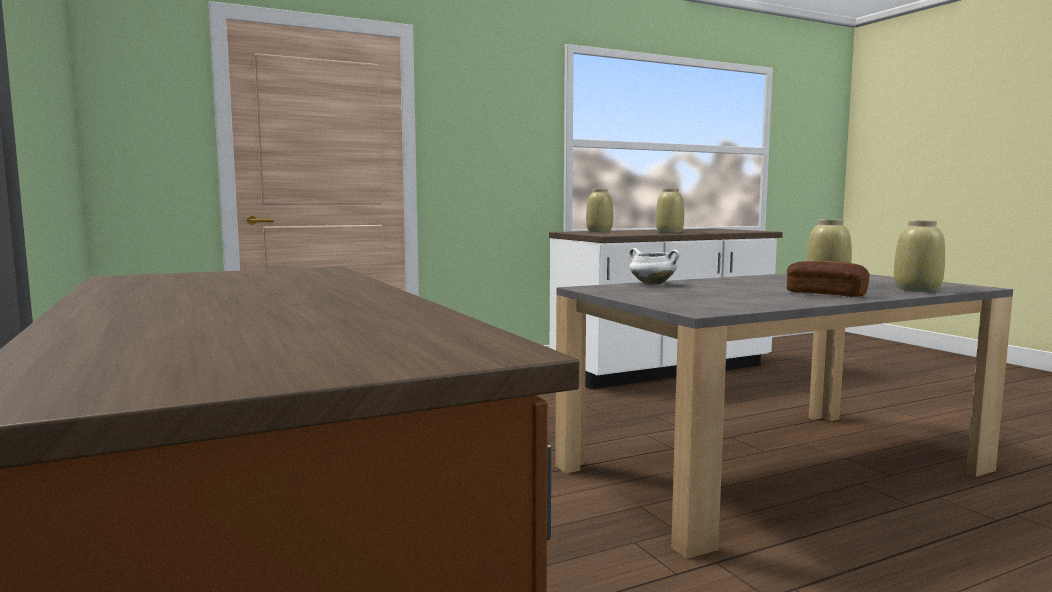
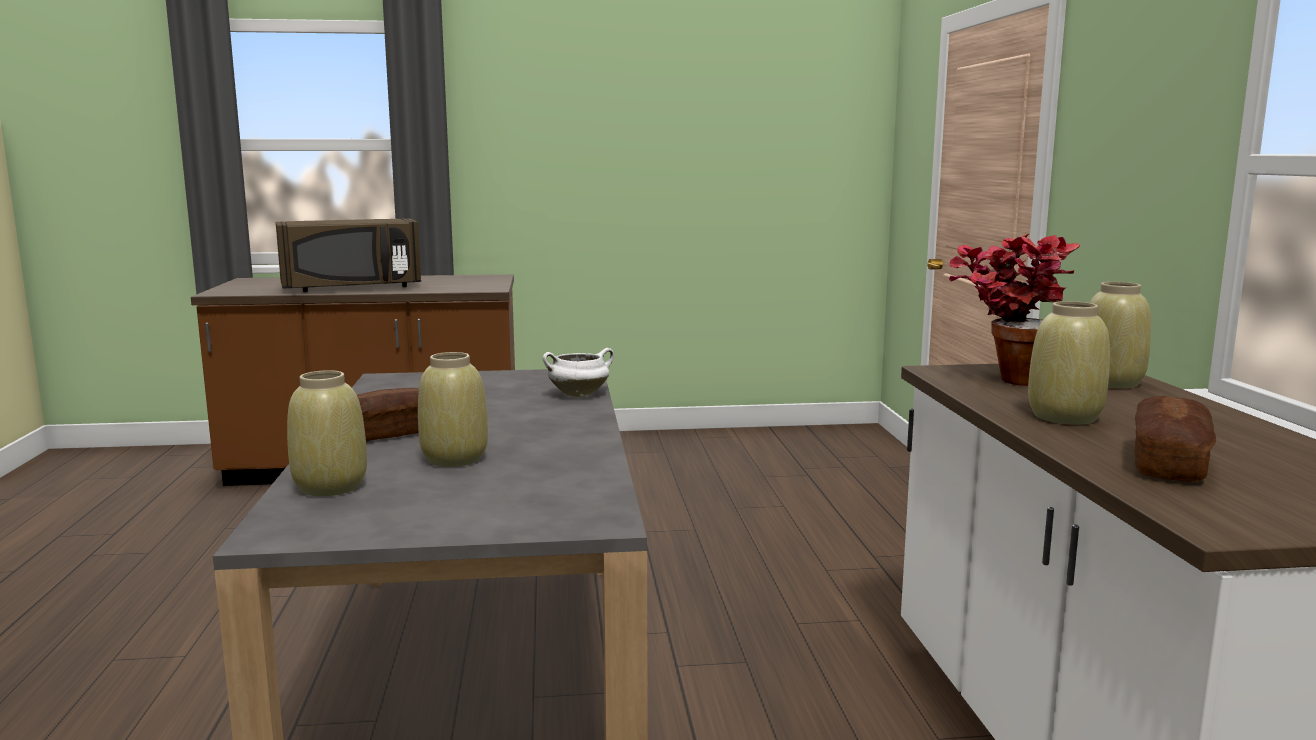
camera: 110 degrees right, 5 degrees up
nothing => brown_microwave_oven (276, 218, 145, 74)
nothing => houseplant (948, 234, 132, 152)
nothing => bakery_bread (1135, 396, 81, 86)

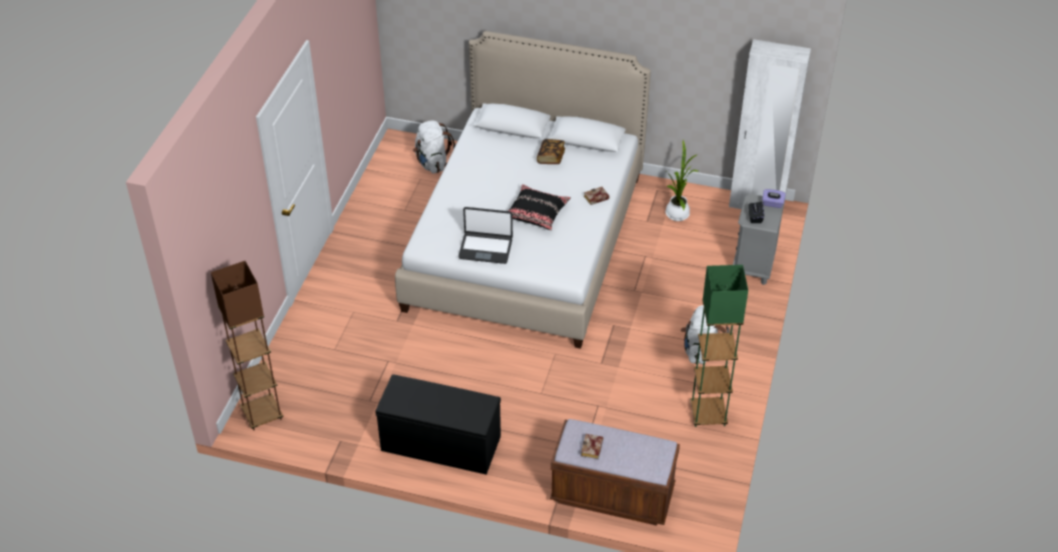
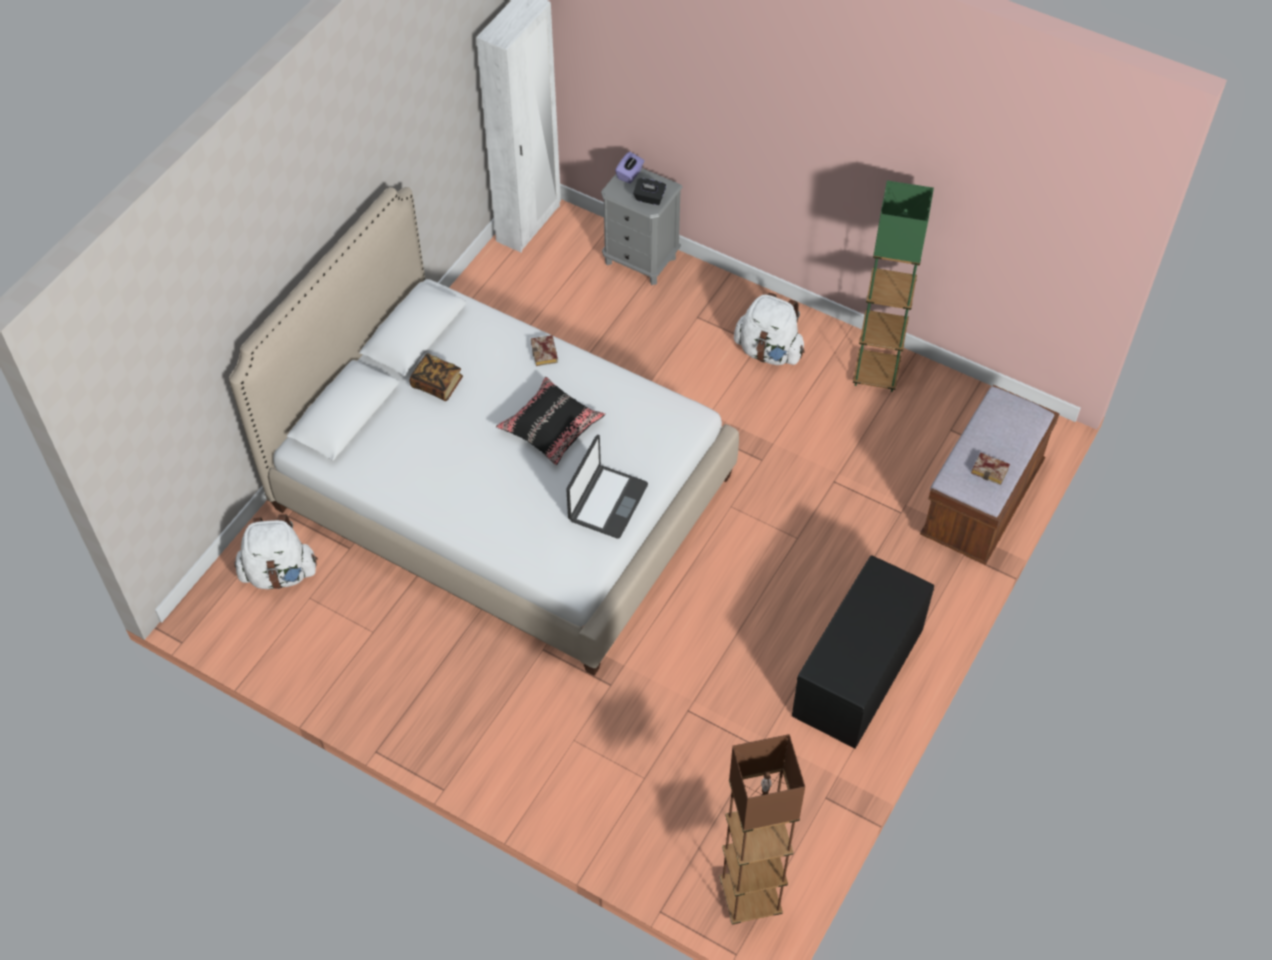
camera: 75 degrees left, 10 degrees up
houseplant (665, 141, 33, 80) => nothing

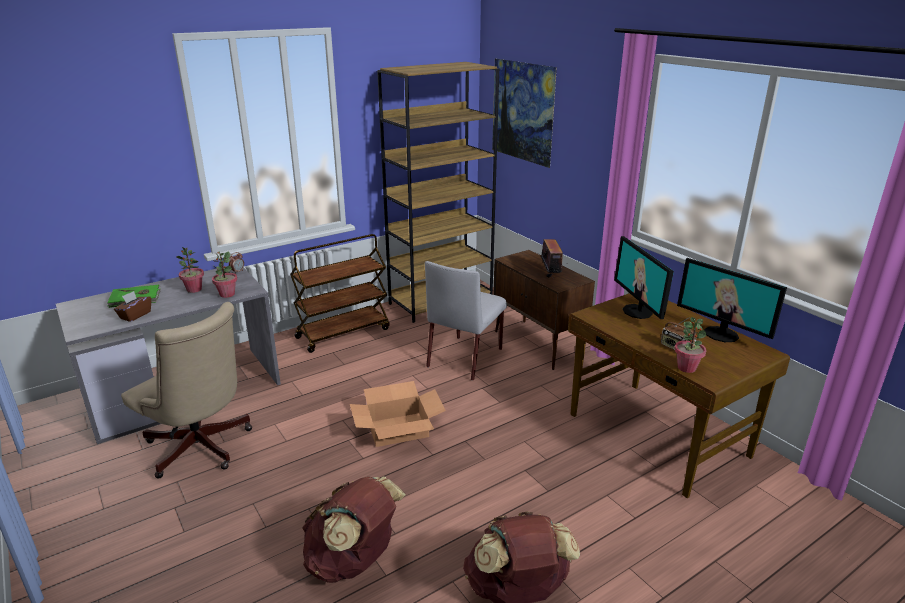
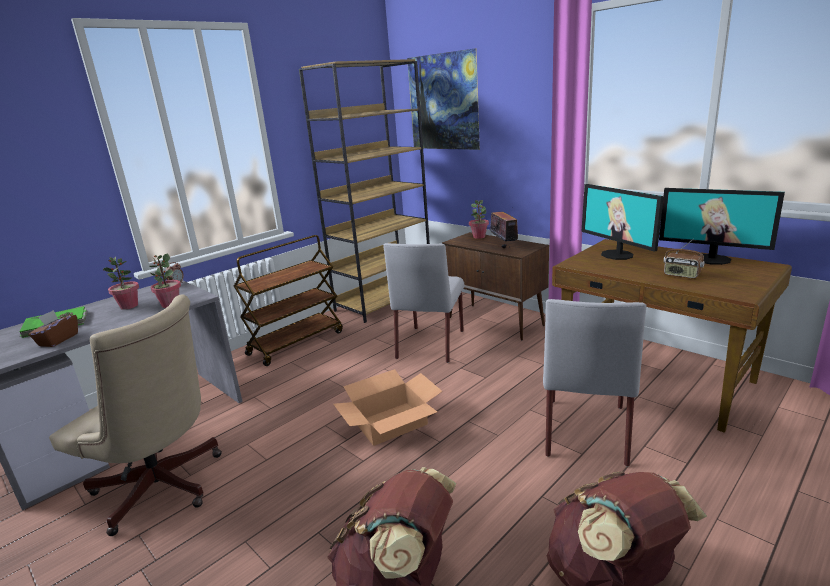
camera: 10 degrees left, 5 degrees down
houseplant (674, 317, 33, 56) => houseplant (469, 200, 20, 39), move
nothing => greyish_chair (543, 299, 103, 168)

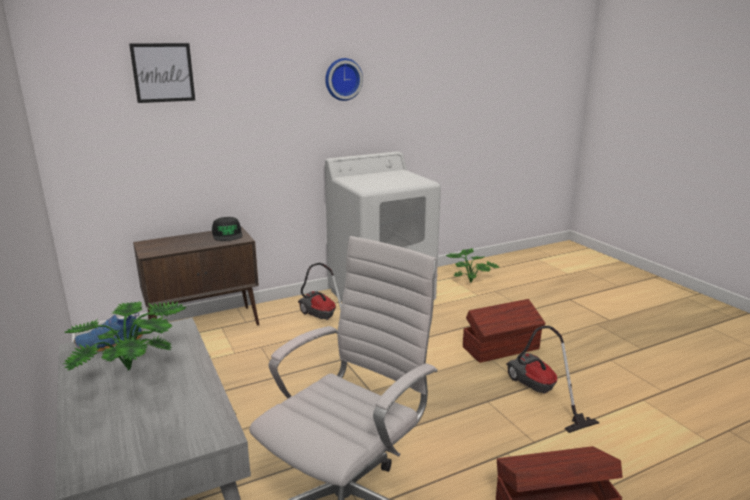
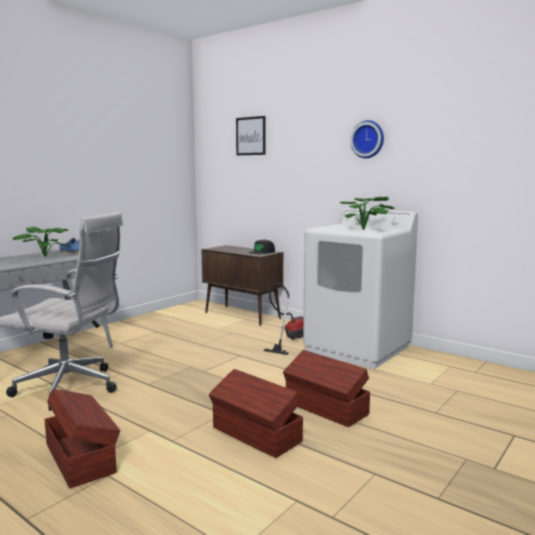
camera: 65 degrees right, 10 degrees down
vacuum_cleaner (506, 326, 93, 107) => brown_storage_container (209, 369, 94, 89)
houseplant (446, 248, 54, 35) => houseplant (340, 197, 55, 33), move

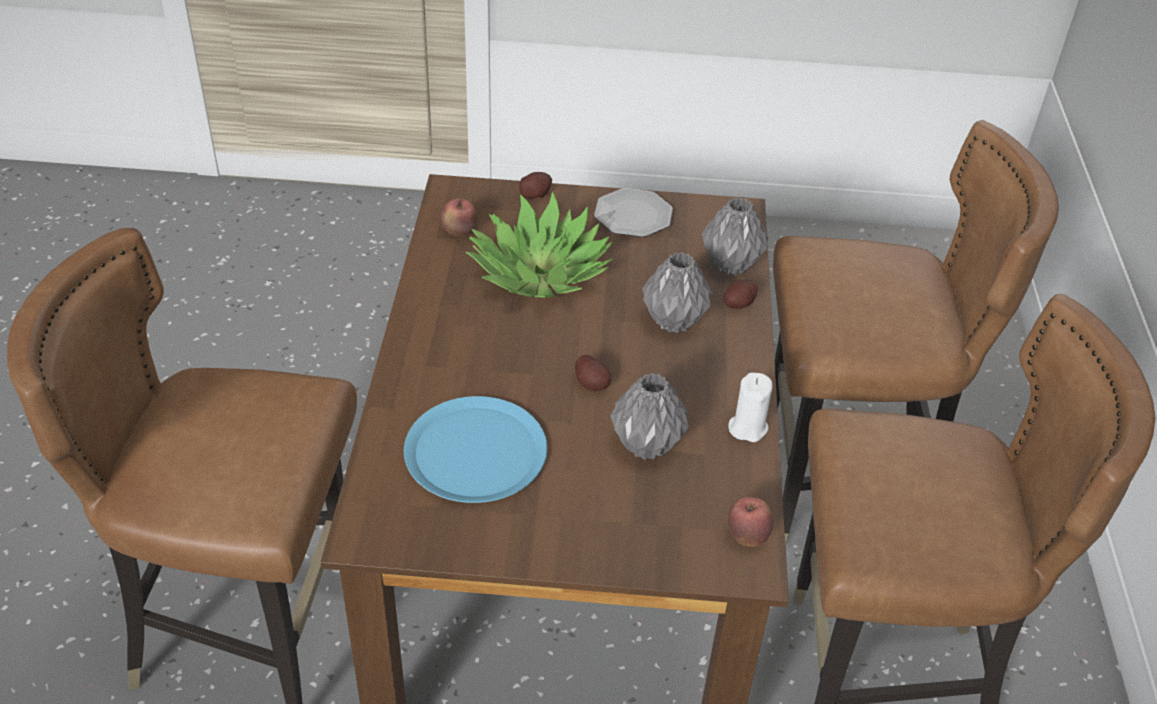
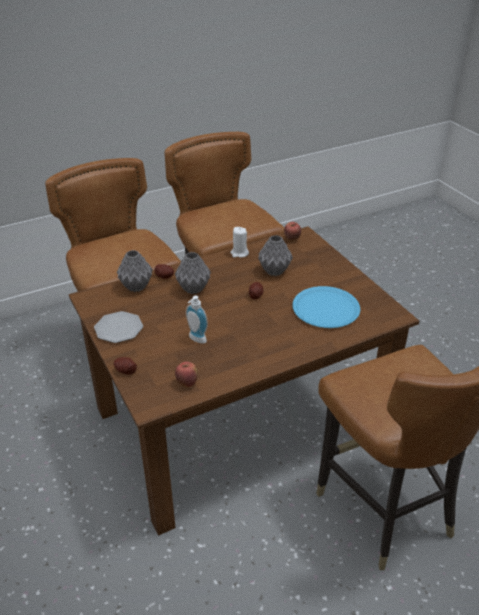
camera: 120 degrees left, 5 degrees down
houseplant (466, 191, 146, 106) => soap_dispenser (186, 296, 22, 48)

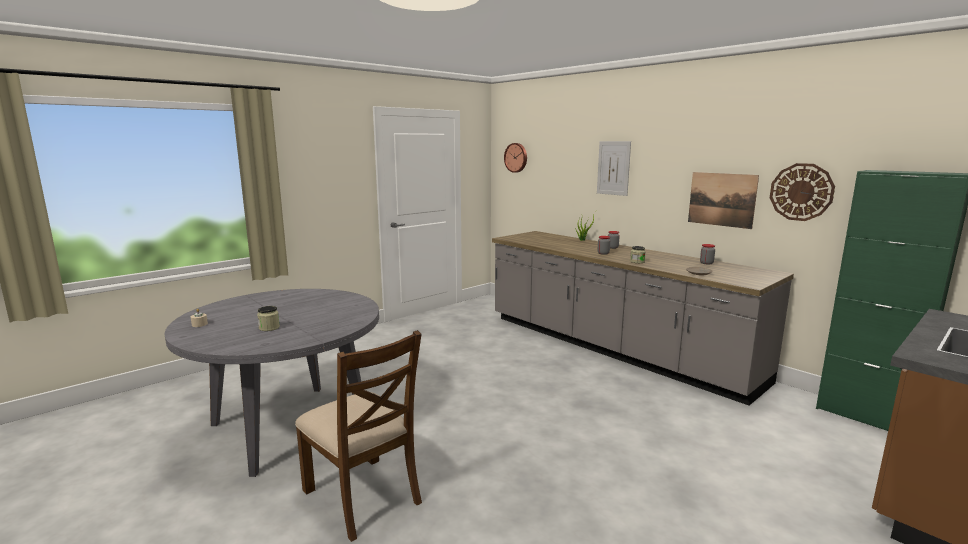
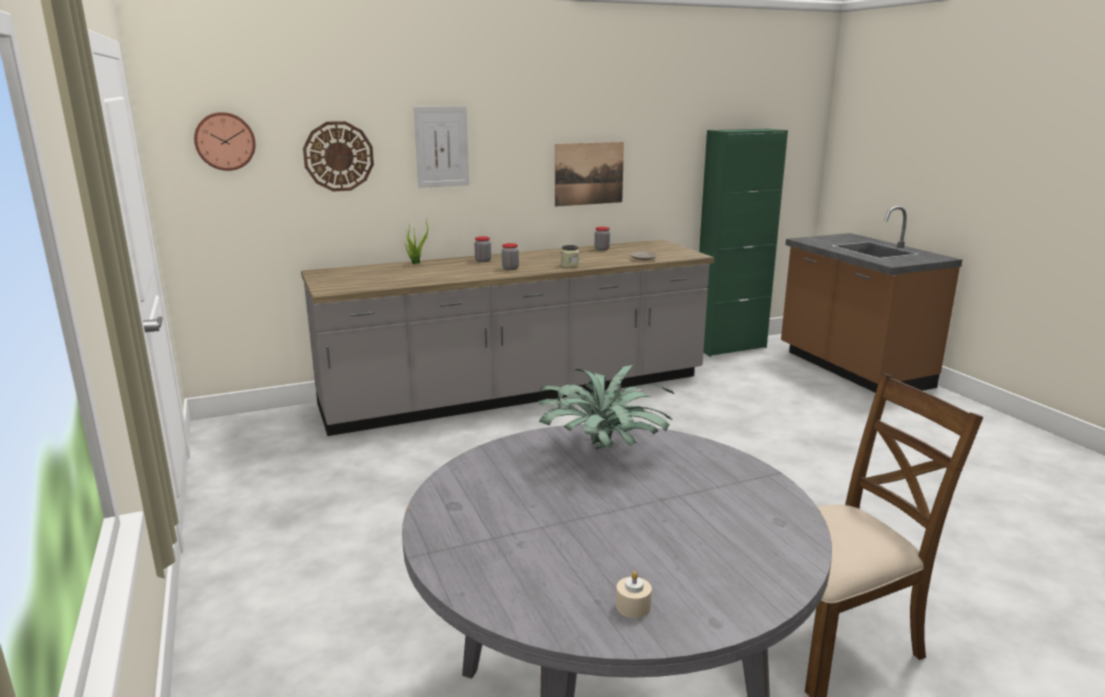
camera: 70 degrees left, 5 degrees up
hanging_clock (770, 163, 65, 58) => hanging_clock (303, 121, 71, 70), move
nothing => houseplant (538, 365, 136, 84)
storage_jar (257, 306, 23, 25) => nothing

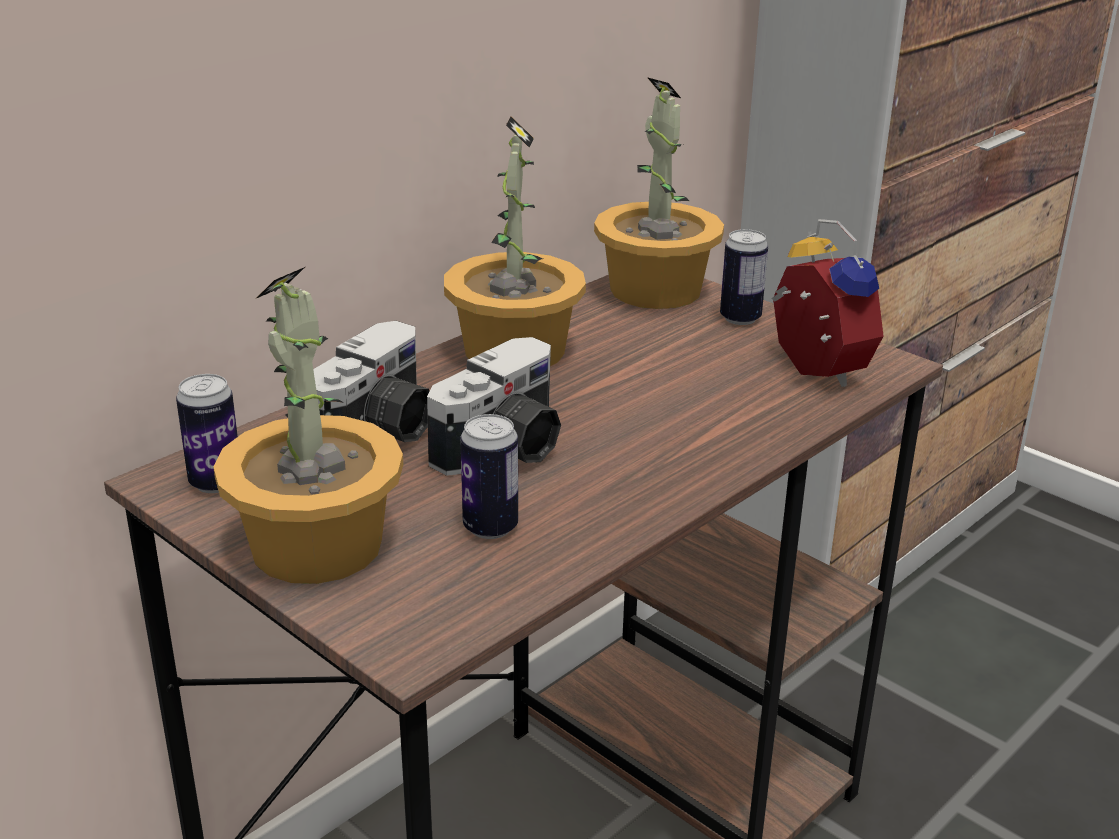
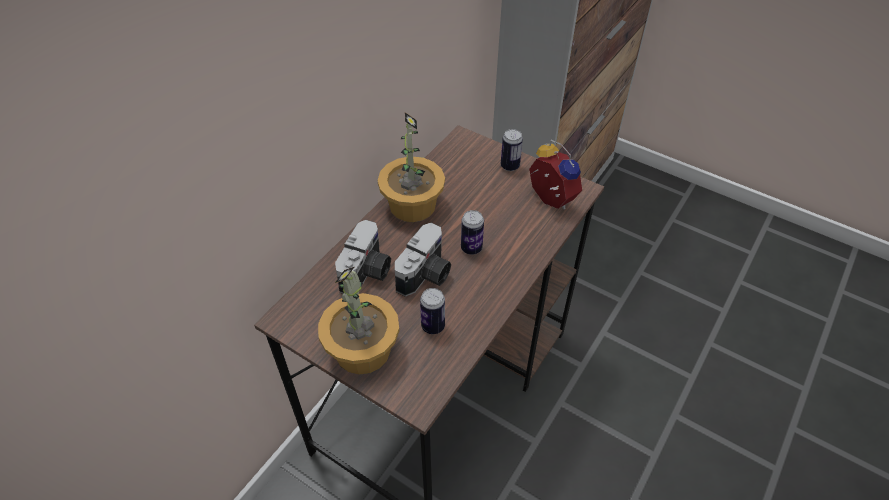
camera: 10 degrees left, 20 degrees up
can (176, 374, 62, 119) => can (461, 210, 23, 45), move
houseplant (594, 77, 130, 232) => nothing

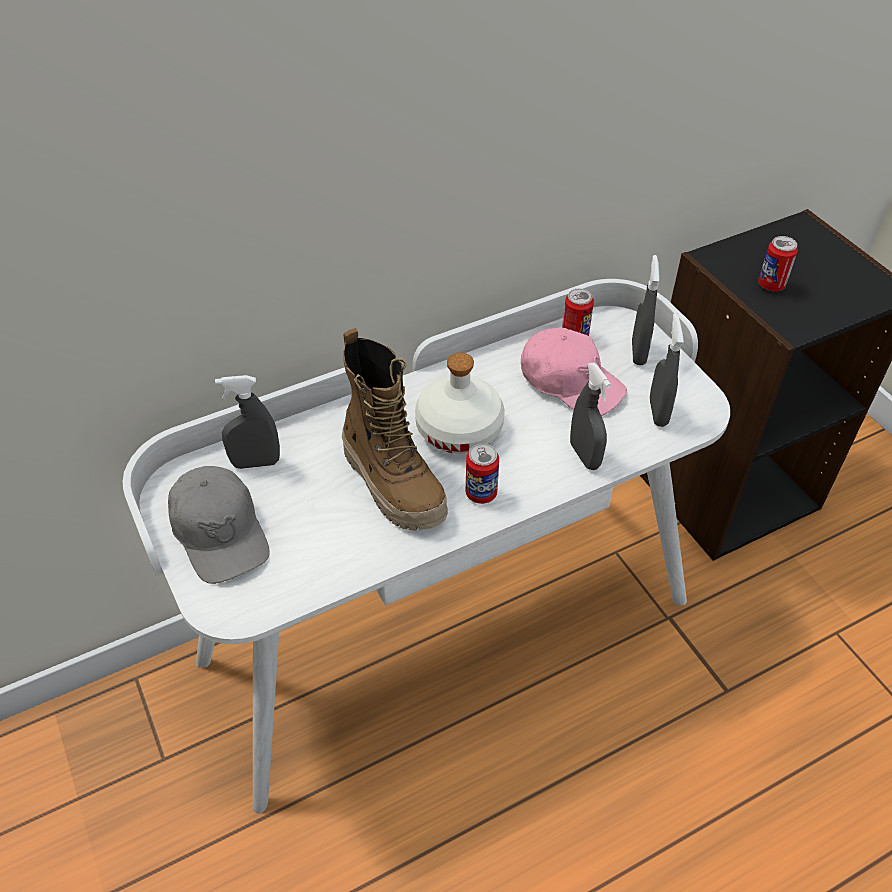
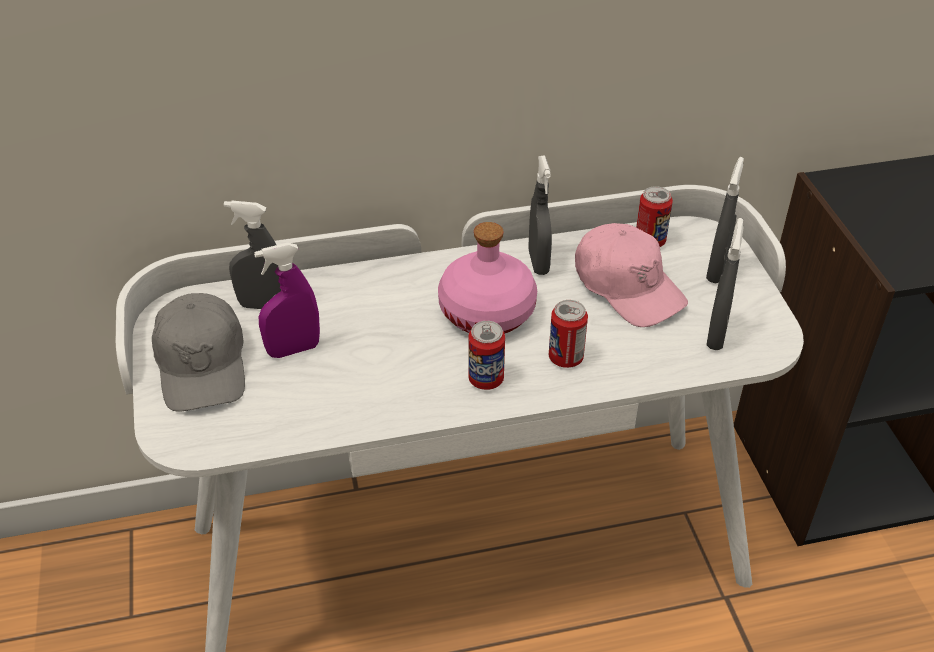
camera: 15 degrees right, 5 degrees down
nothing => purple-coloured_hand_sprayer (254, 243, 66, 115)
white-coloured_bottle (415, 353, 90, 101) => pink-coloured_bottle (438, 222, 99, 111)
greyish_hand_sprayer (570, 362, 41, 108) => greyish_hand_sprayer (528, 155, 24, 120), move
can (758, 236, 40, 55) => can (549, 300, 39, 68), move
tall_boot (342, 328, 105, 203) => nothing

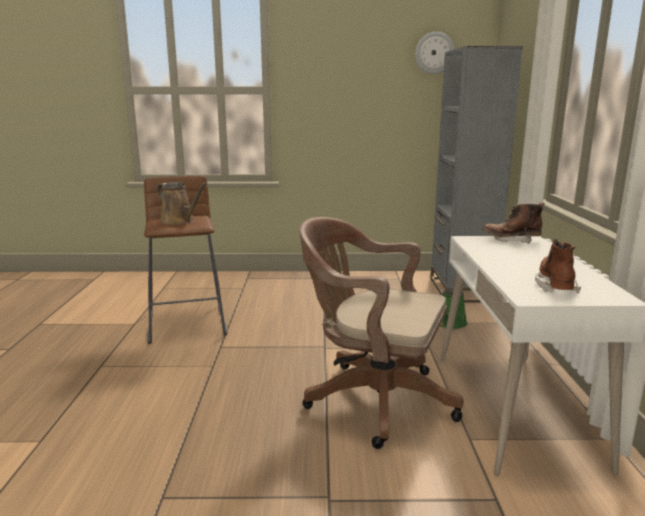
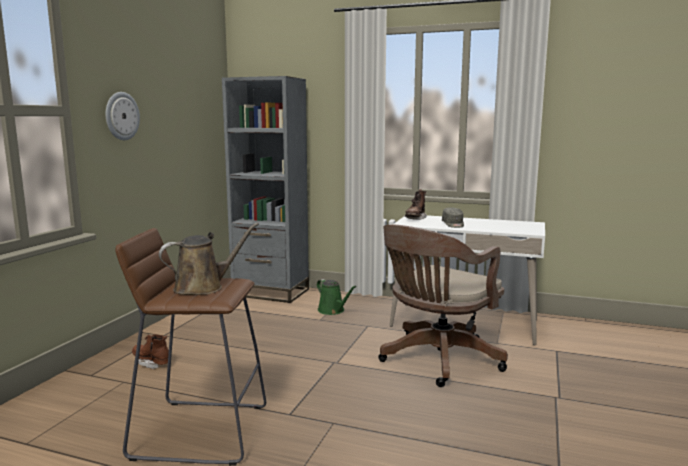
camera: 70 degrees left, 5 degrees down
hanging_clock (415, 32, 40, 42) => hanging_clock (106, 92, 34, 48), move
brown_tall_boot (535, 239, 46, 55) => brown_tall_boot (132, 334, 37, 35), move
nothing => greyish_baseball_cap (442, 207, 22, 21)

